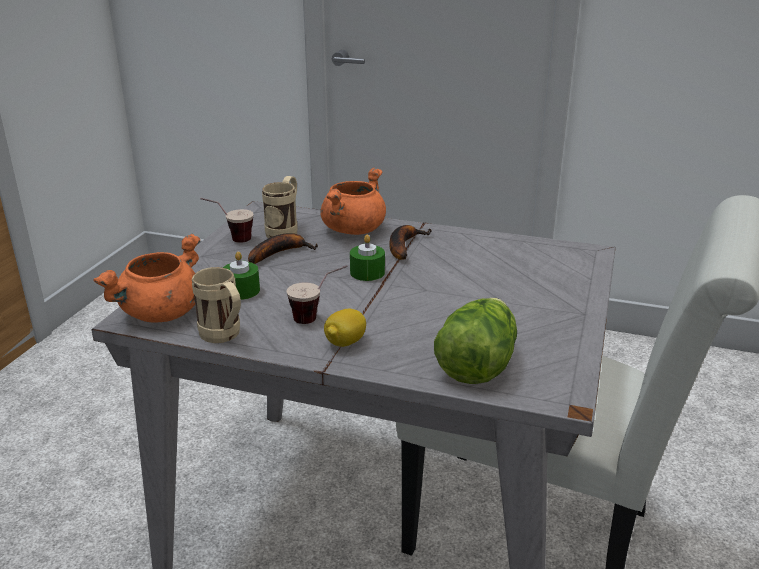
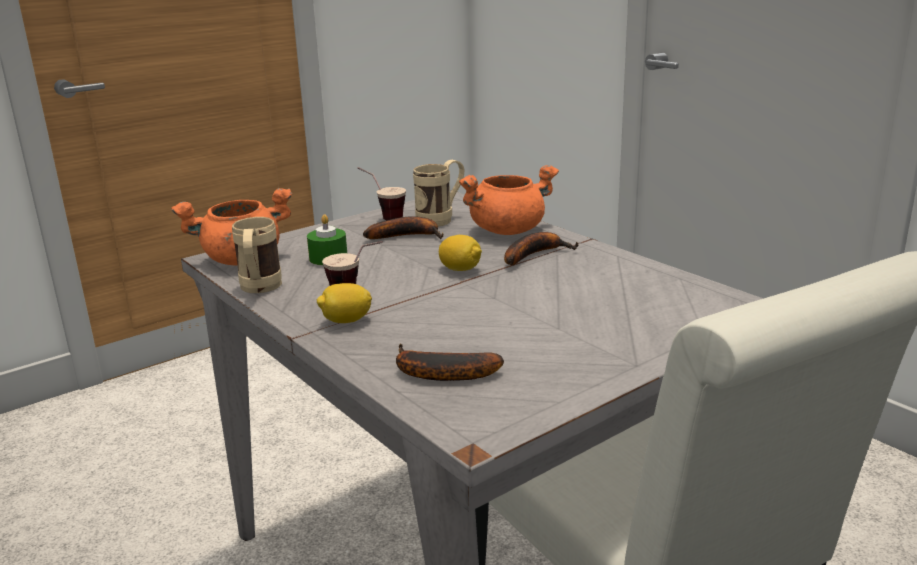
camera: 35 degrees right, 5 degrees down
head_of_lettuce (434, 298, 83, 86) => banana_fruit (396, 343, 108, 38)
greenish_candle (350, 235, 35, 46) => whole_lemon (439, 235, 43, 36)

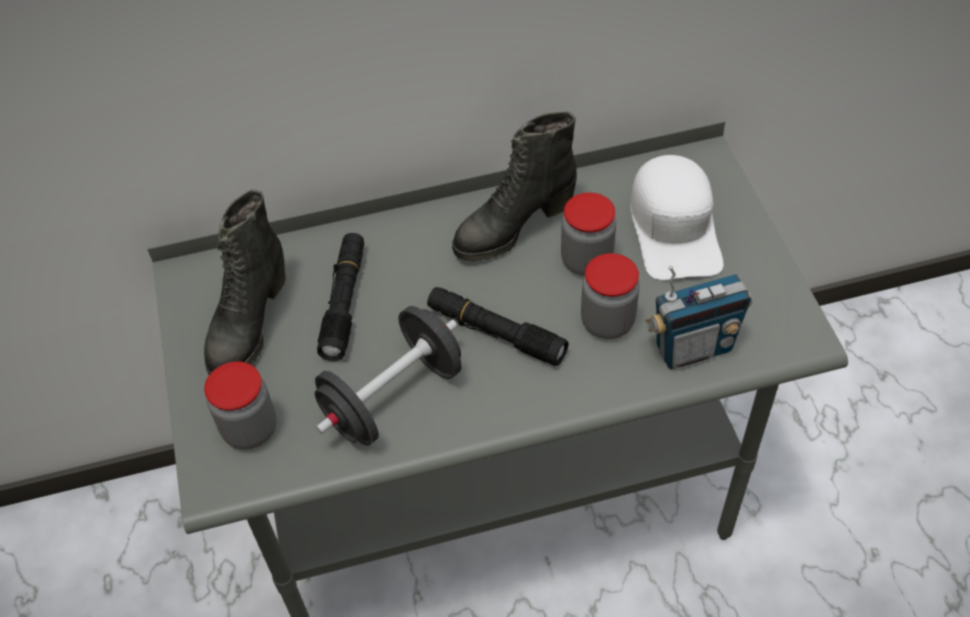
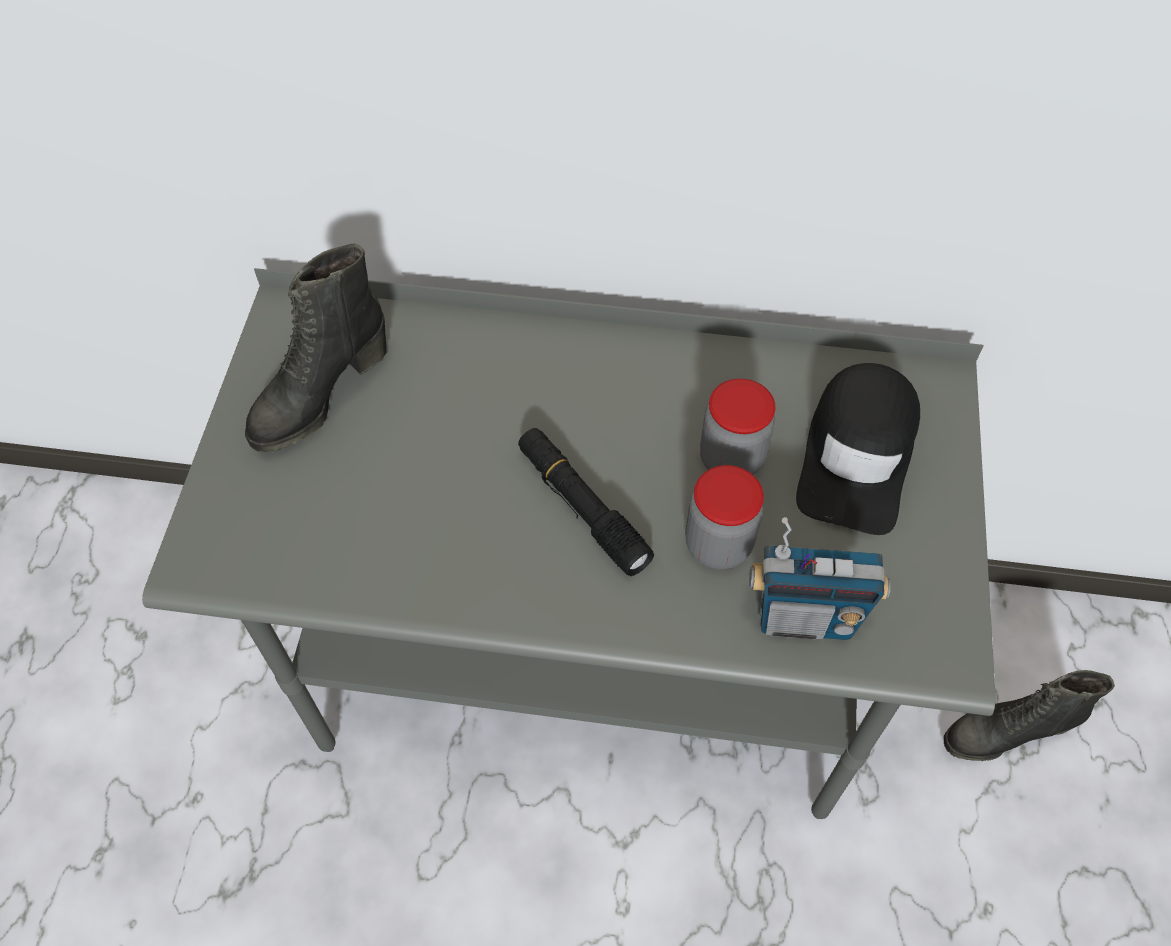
camera: 20 degrees right, 5 degrees up
white-coloured_baseball_cap (630, 155, 94, 125) => blackish_baseball_cap (796, 363, 124, 172)
blackish_tall_boot (452, 112, 125, 149) => blackish_tall_boot (944, 670, 171, 91), move
storage_jar (204, 361, 72, 89) => nothing
blackish_dumbbell (315, 306, 147, 140) => nothing
blackish_torch (317, 233, 47, 128) => nothing

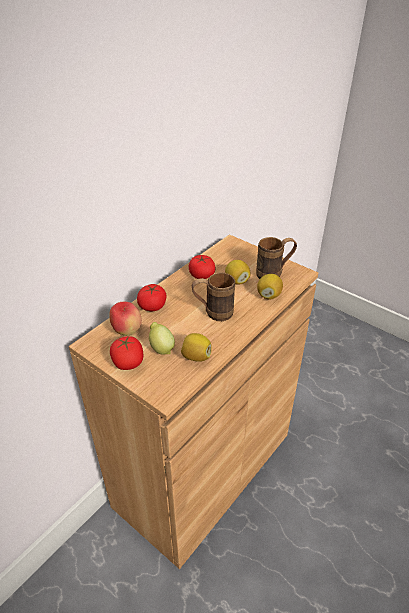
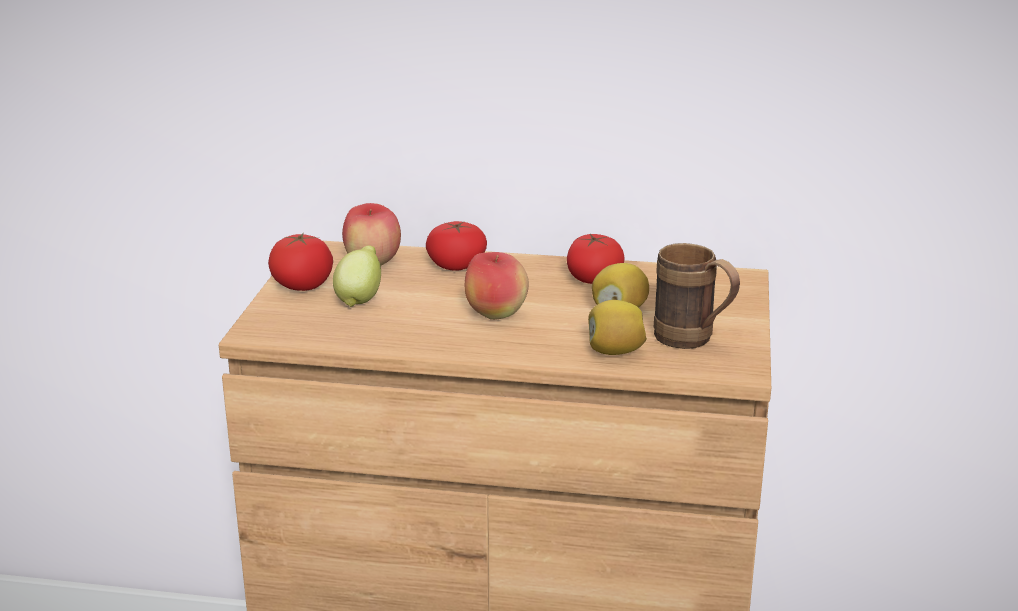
camera: 60 degrees right, 15 degrees down
brown_tea_mug (192, 273, 43, 48) => apple (465, 252, 64, 68)
whole_lemon (181, 333, 30, 29) => nothing

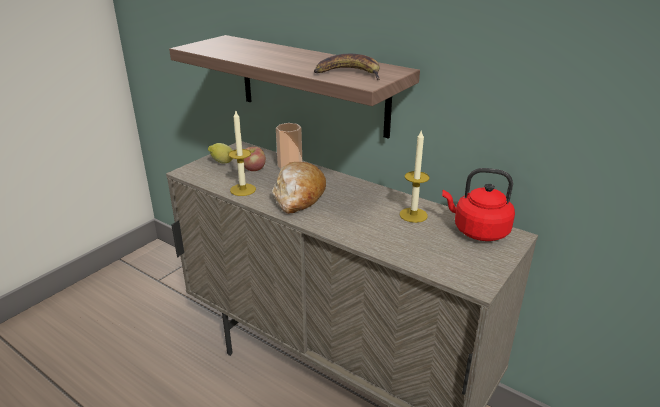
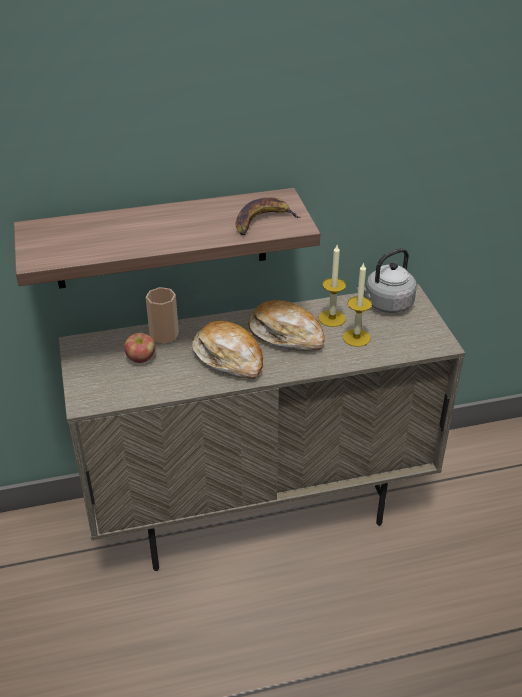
camera: 50 degrees left, 10 degrees up
nothing => bakery_bread (248, 300, 77, 51)
candle (228, 111, 28, 85) => candle (343, 262, 29, 85), move
reddish_tea_kettle (442, 168, 73, 73) => greyish_tea_kettle (357, 248, 60, 65)
whole_lemon (208, 143, 25, 20) => nothing

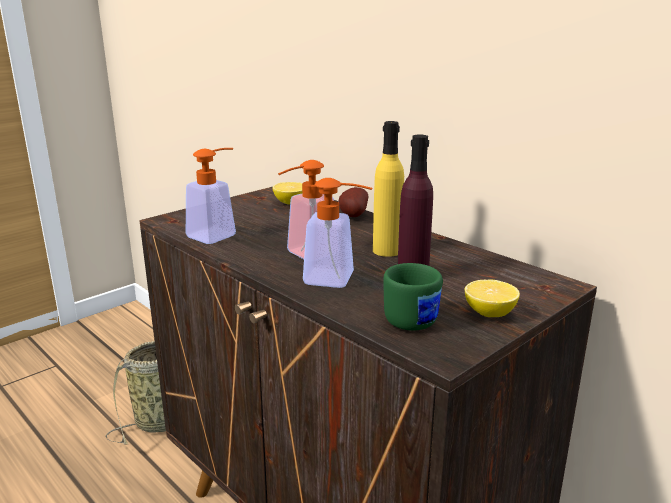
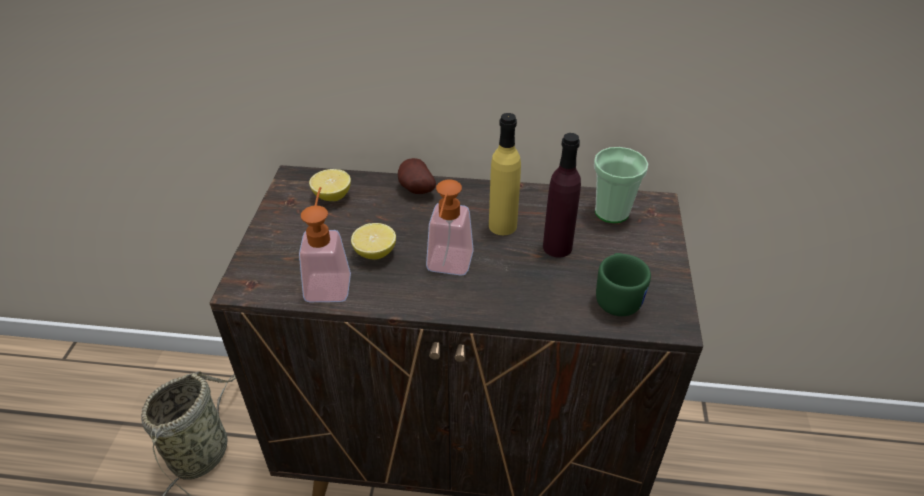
camera: 40 degrees left, 20 degrees up
whole_lemon (465, 279, 55, 38) => whole_lemon (351, 223, 45, 37), move
nothing => drinking_cup (594, 147, 54, 76)
soap_dispenser (303, 178, 70, 110) => nothing

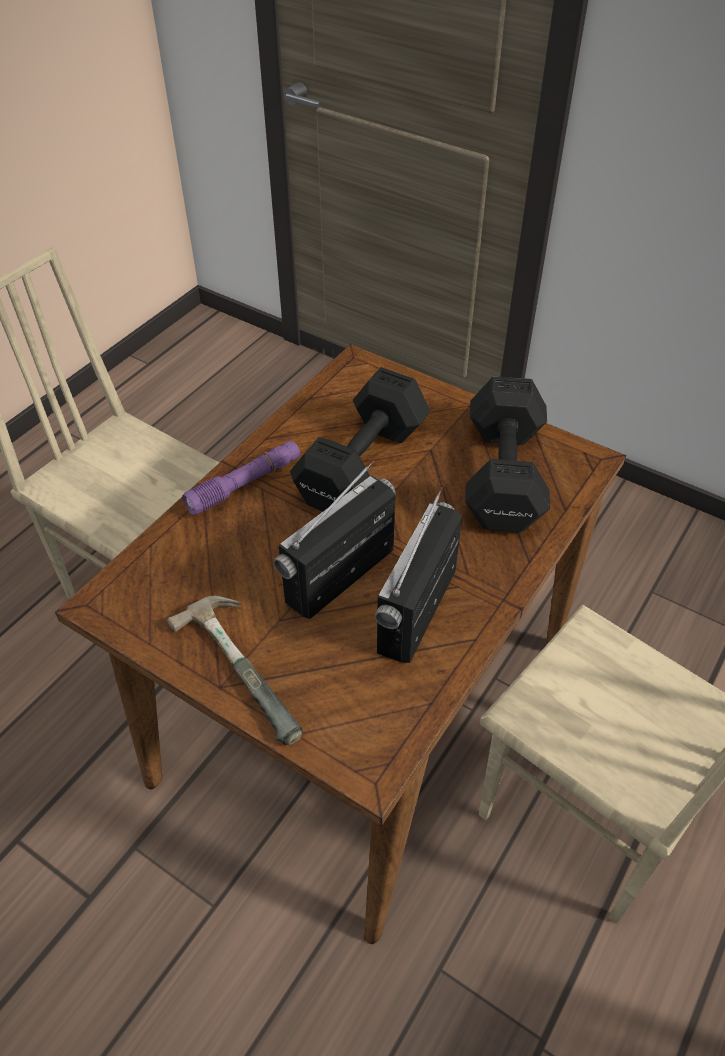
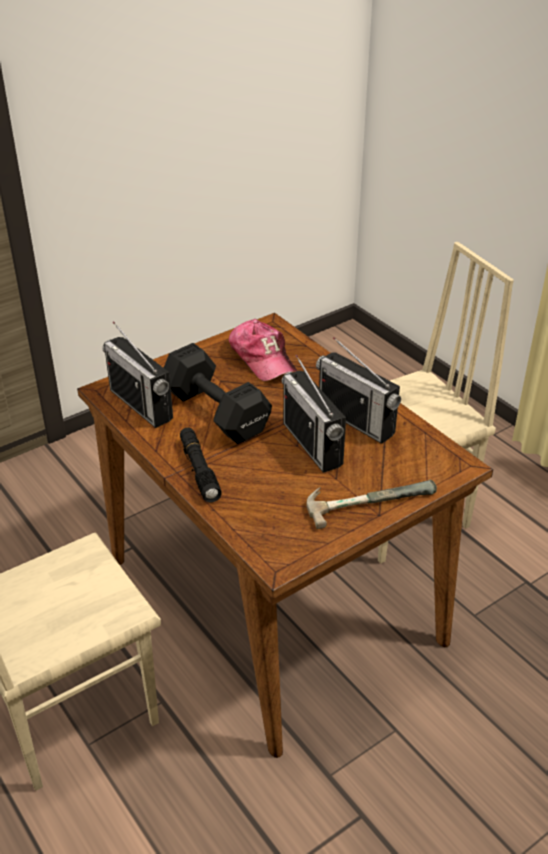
camera: 70 degrees left, 10 degrees down
nothing => radio_set (102, 321, 71, 107)
purple-coloured_torch (182, 441, 118, 74) => blackish_torch (180, 427, 42, 75)
blackish_dumbbell (465, 376, 85, 156) => baseball_cap (229, 319, 68, 62)

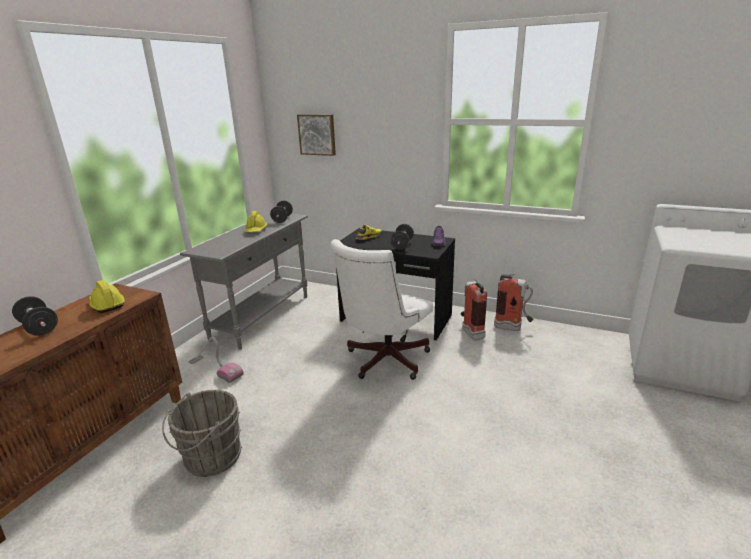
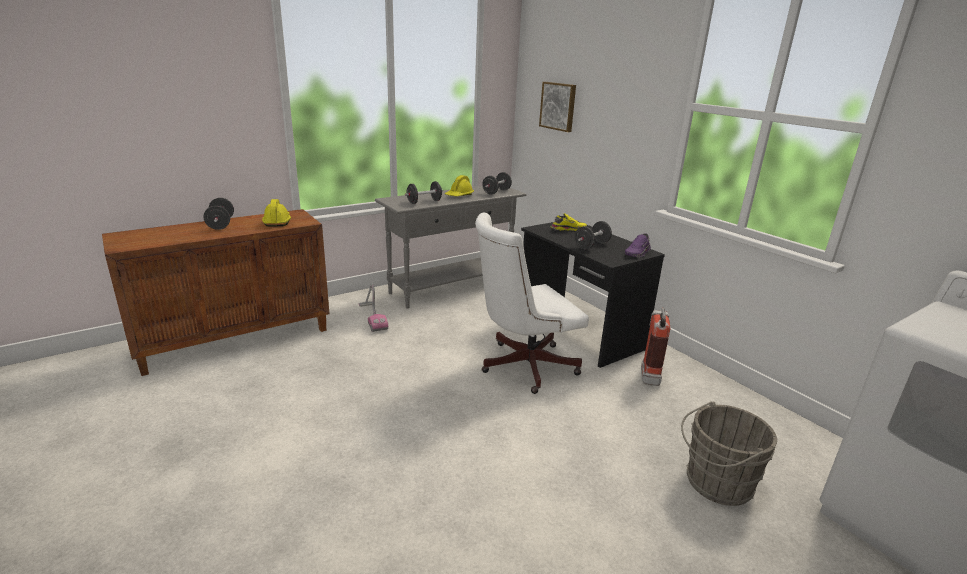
camera: 30 degrees right, 0 degrees up
nothing => blackish_dumbbell (405, 181, 38, 23)
greyish_bucket (162, 390, 80, 87) => greyish_bucket (681, 402, 96, 104), move
fire-fighting_cylinder (494, 273, 40, 58) => nothing

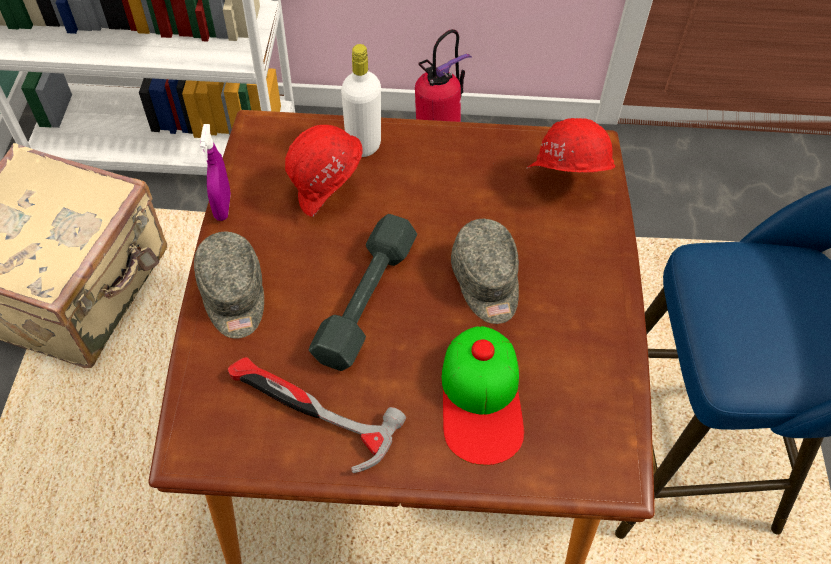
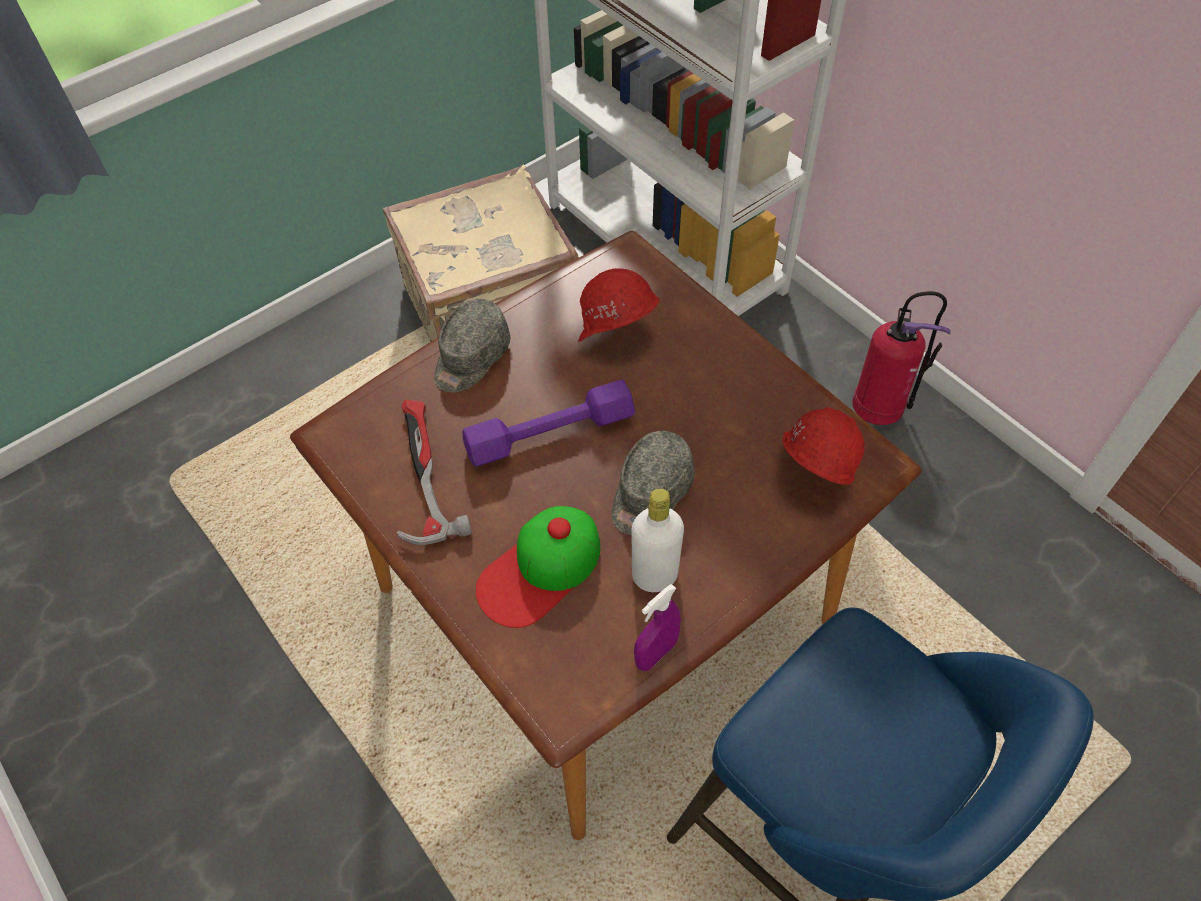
camera: 50 degrees right, 0 degrees up
greyish_dumbbell (309, 214, 108, 157) => purple-coloured_dumbbell (462, 380, 173, 87)
white-coloured_bottle (341, 44, 40, 113) => white-coloured_bottle (631, 488, 53, 104), move
purple-coloured_hand_sprayer (200, 124, 31, 97) => purple-coloured_hand_sprayer (634, 584, 47, 87), move

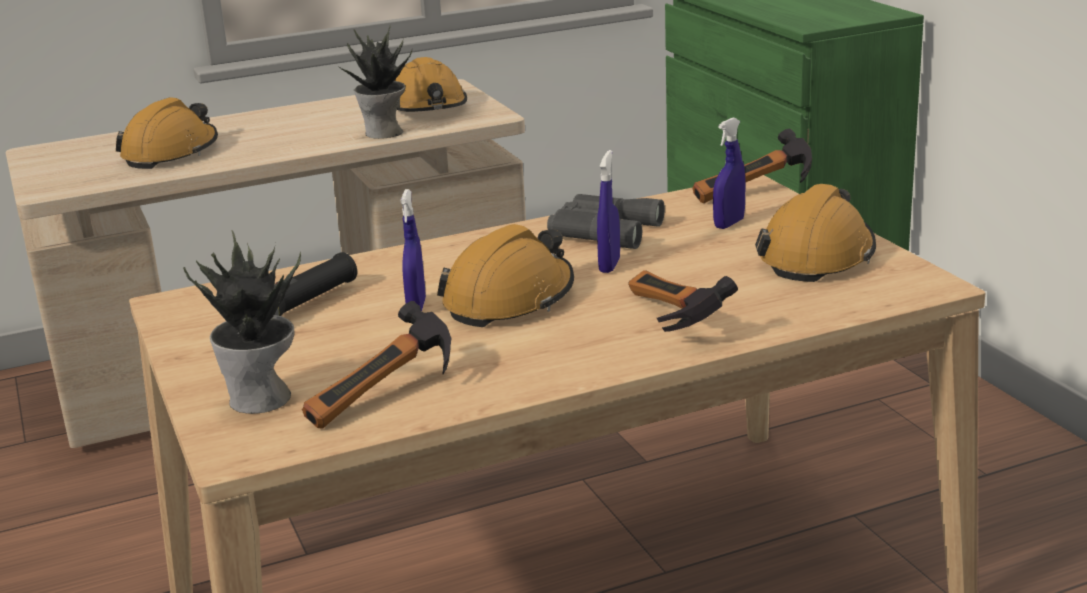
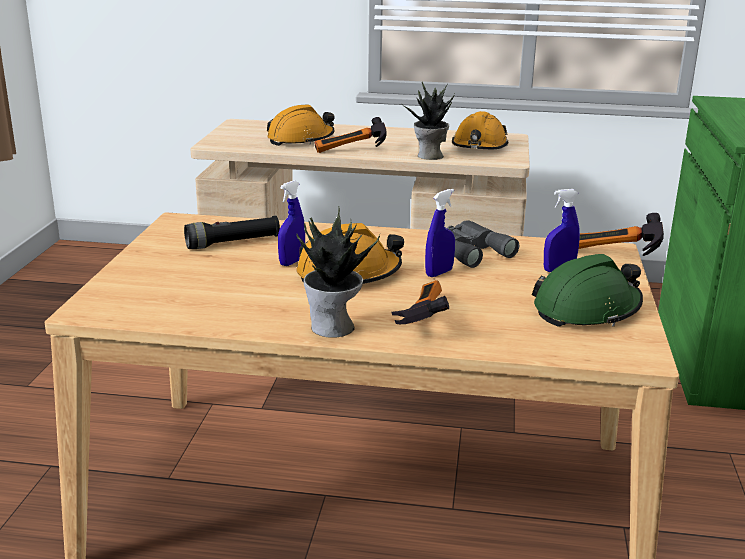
camera: 30 degrees right, 0 degrees up
houseplant (183, 231, 118, 183) => houseplant (296, 207, 84, 131), move
tool_hammer (302, 301, 149, 128) => tool_hammer (314, 117, 72, 36), move
orangey_safety_helmet (755, 184, 121, 98) => greenish_safety_helmet (532, 254, 111, 73)

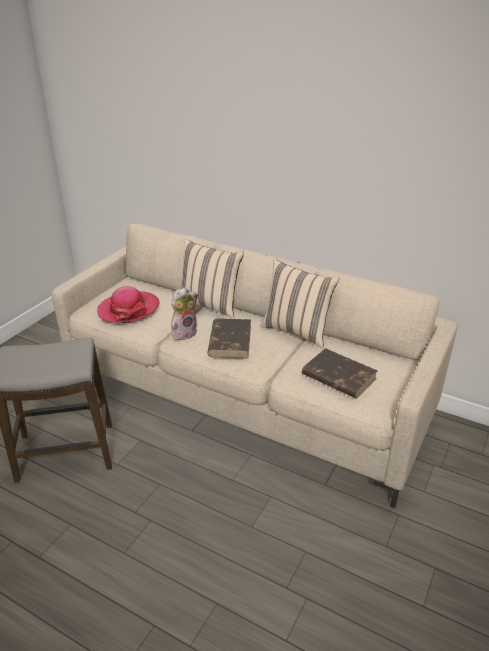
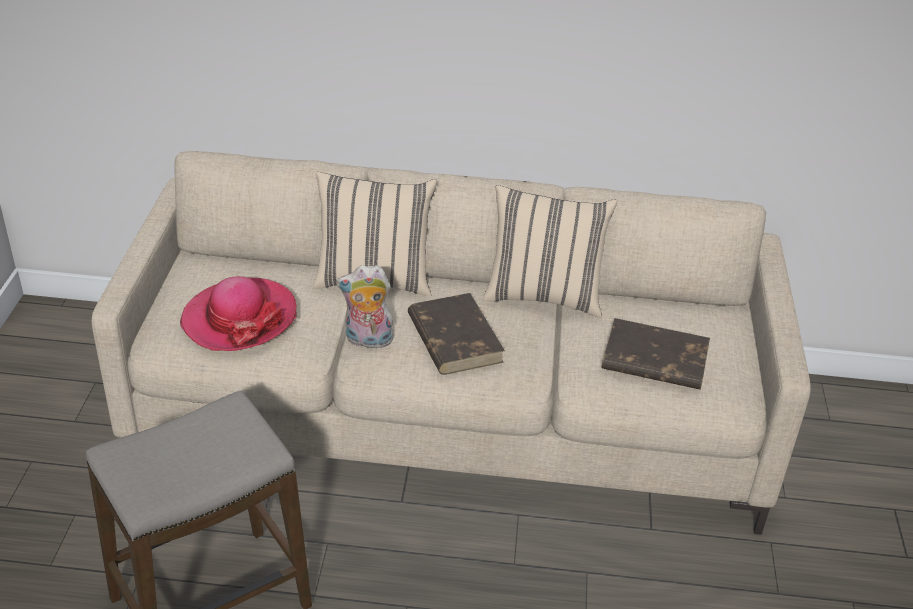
camera: 25 degrees left, 5 degrees up
cuddly_toy (171, 287, 27, 53) => cuddly_toy (336, 265, 57, 83), 120 degrees counterclockwise

